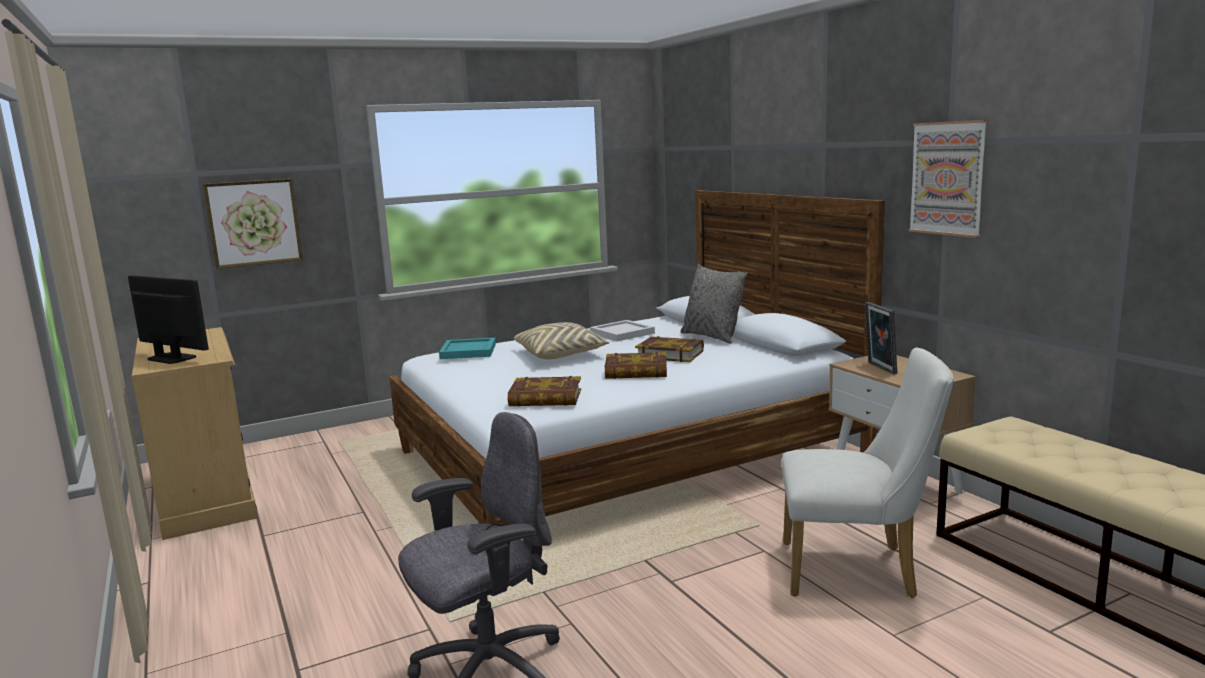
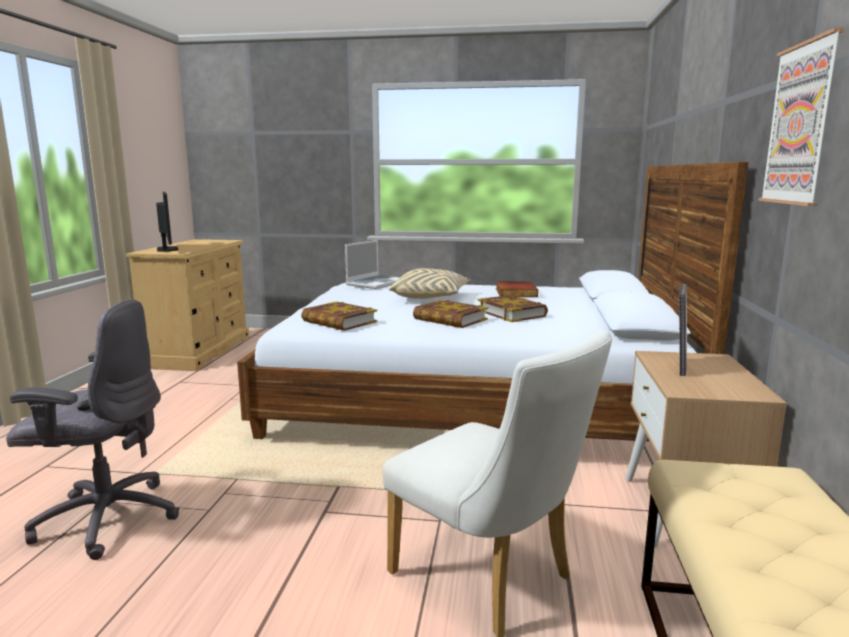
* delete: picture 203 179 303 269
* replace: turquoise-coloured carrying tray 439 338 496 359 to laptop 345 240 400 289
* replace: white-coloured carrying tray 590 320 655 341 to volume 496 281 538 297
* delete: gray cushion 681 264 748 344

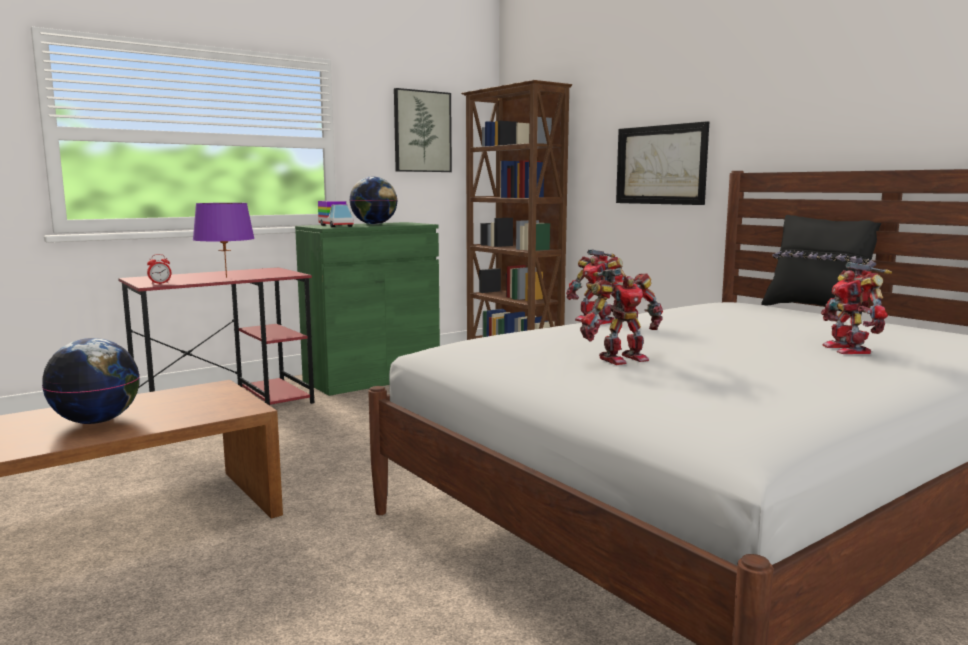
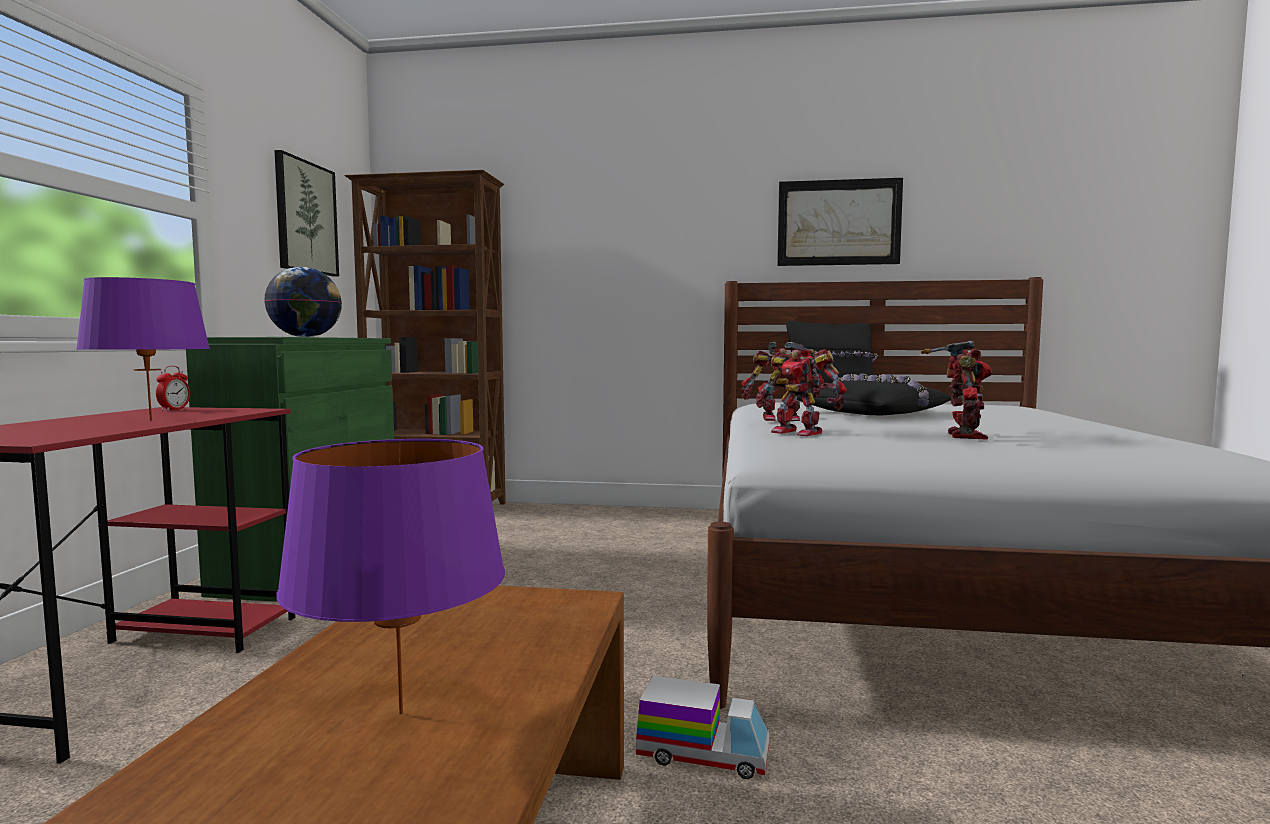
* replace: globe 42 338 140 424 to purplish lamp for a table 276 439 505 715
* move: alarm clock 147 254 171 284 to 156 366 190 411
* move: toy truck 318 201 354 227 to 636 676 770 779
* move: picture 616 121 709 205 to 777 178 903 266
* move: toy robot 821 262 892 354 to 756 342 847 436
* insert: black cushion 796 373 951 415

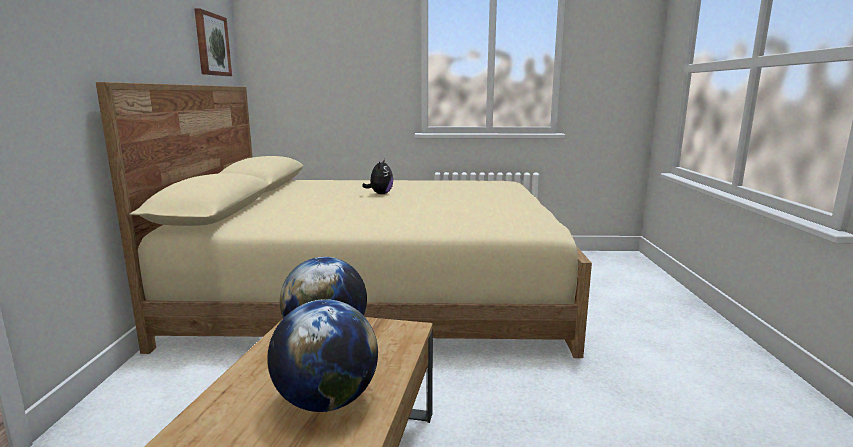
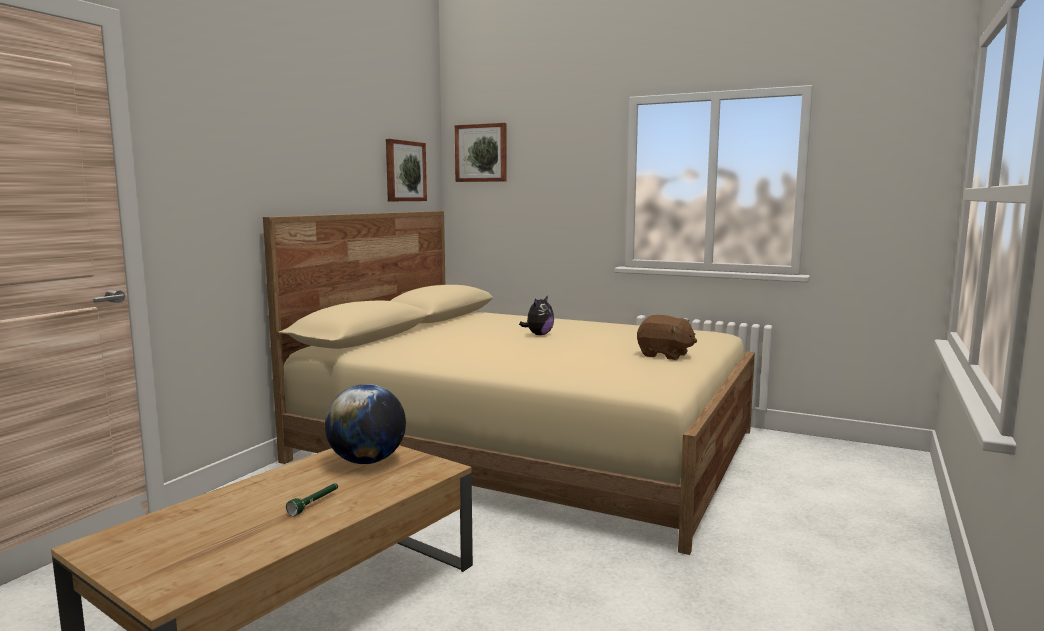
* replace: globe 267 299 378 412 to greenish hand torch 286 483 338 516
* insert: picture 455 123 507 182
* insert: brown soft toy 637 315 697 360

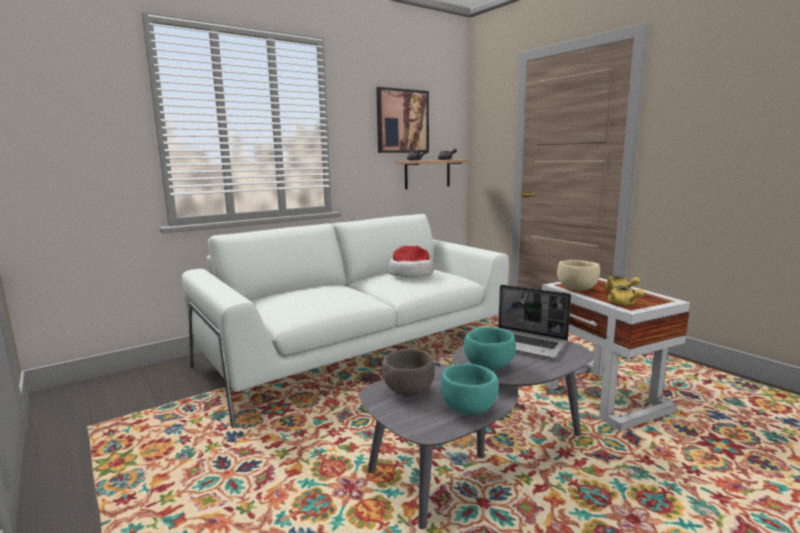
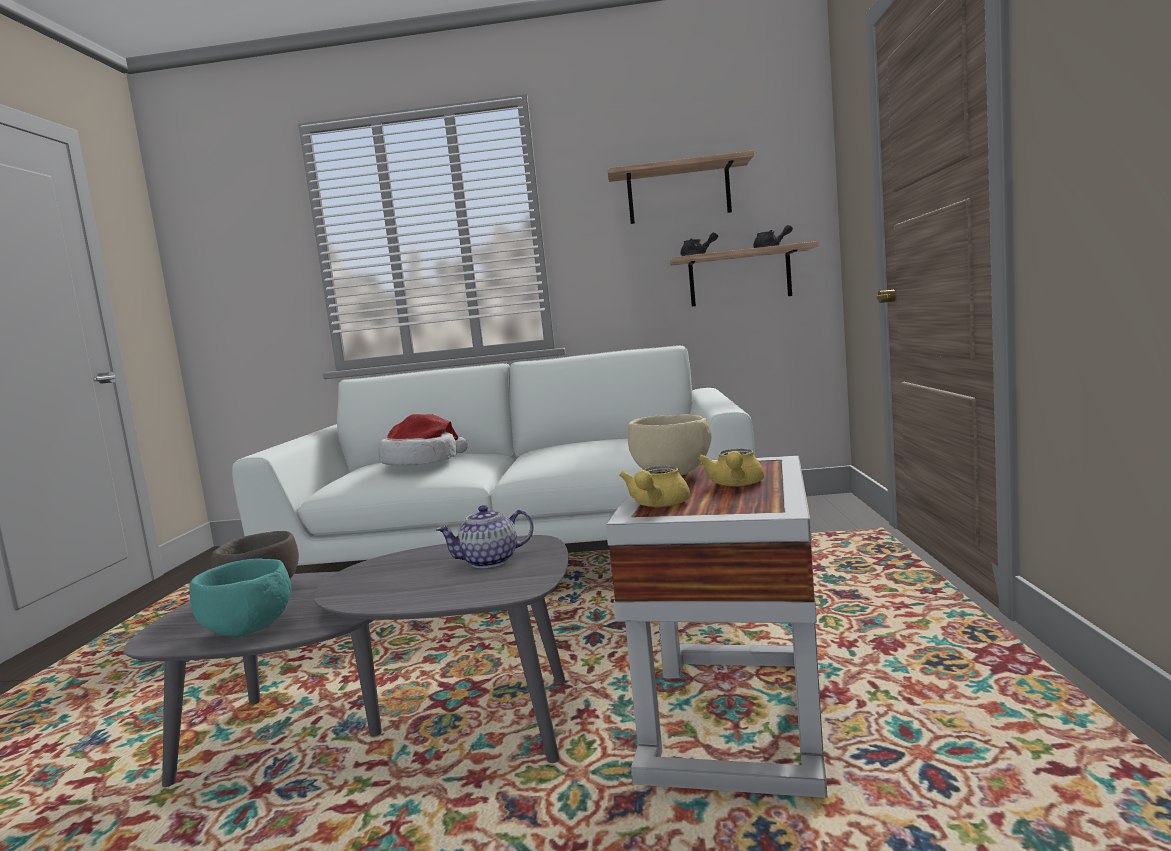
* replace: picture 376 87 429 153 to shelf 607 151 754 224
* move: hat 388 246 433 277 to 379 414 468 465
* delete: turquoise-coloured bowl 464 327 516 371
* replace: laptop 498 285 571 359 to tea pot 435 505 534 568

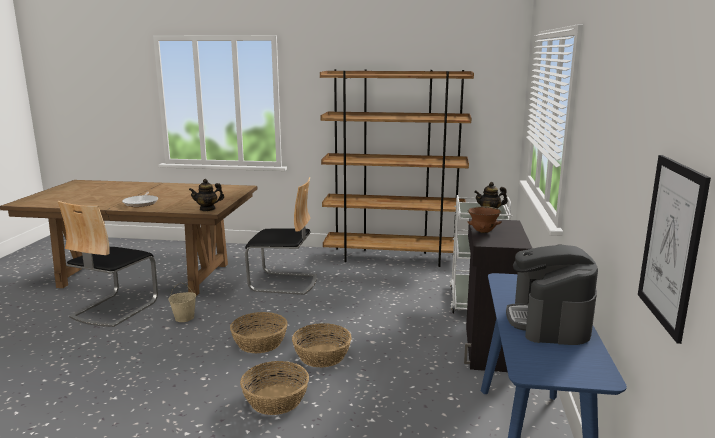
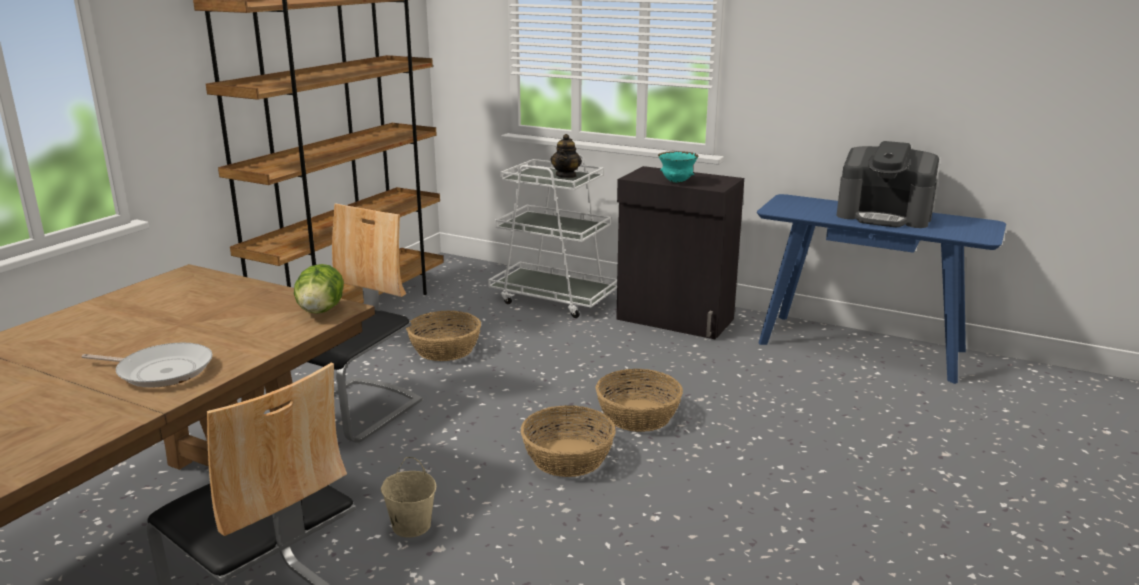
* replace: tea pot 189 179 224 211 to head of lettuce 294 264 344 314
* move: basket 240 361 309 415 to 406 310 481 361
* recolor: brown bowl 468 206 502 233 to turquoise-coloured bowl 658 151 698 183
* delete: picture 638 155 711 344

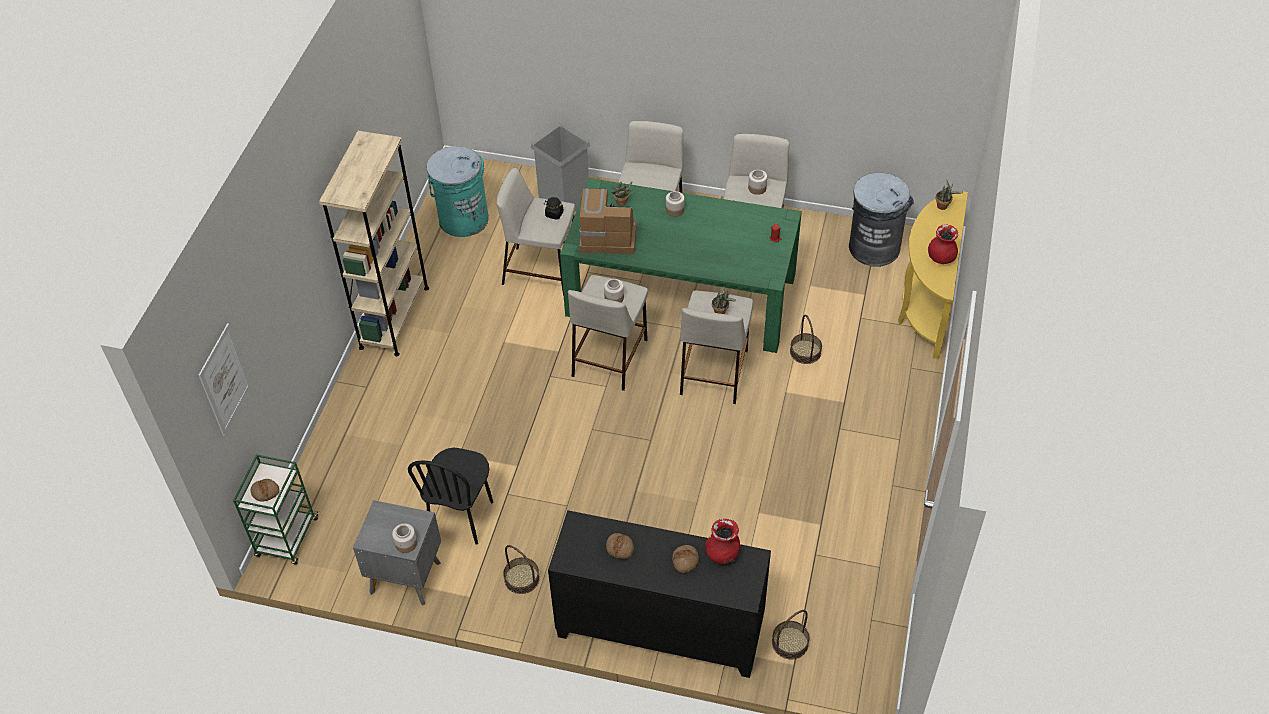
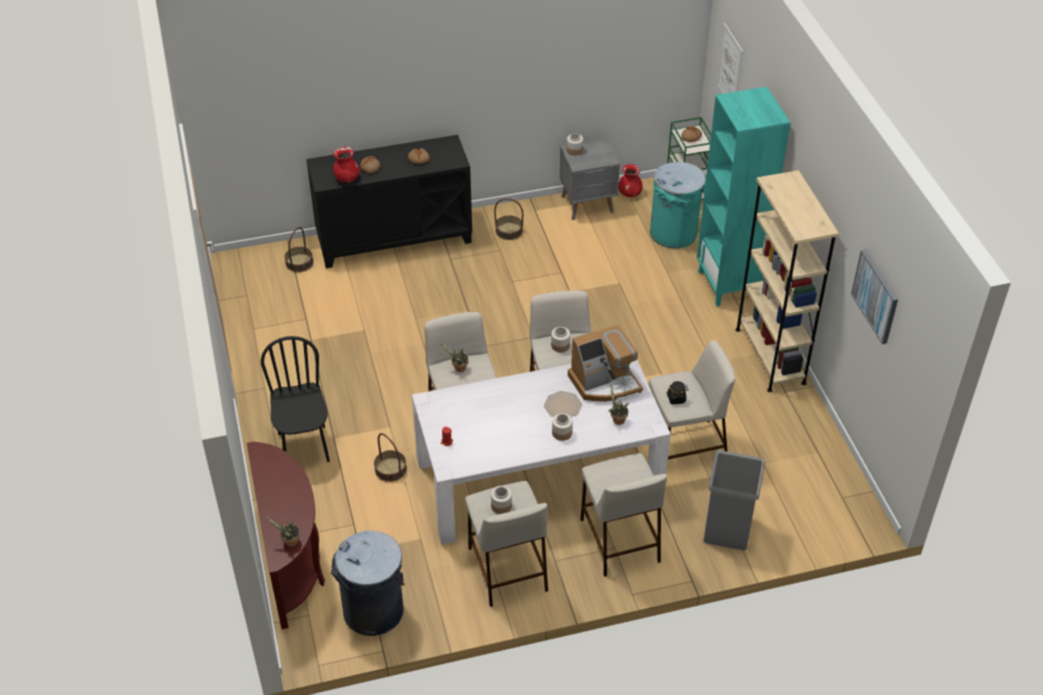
* move: black plain chair 408 448 493 545 to 261 336 330 462
* move: turquoise-coloured waste bin 426 146 489 237 to 650 162 706 248
* recolor: greenish dinner table 560 178 802 353 to white-coloured dinner table 412 360 671 545
* recolor: yellow narrow table 898 191 968 359 to brown narrow table 247 442 325 629
* move: red flower vase 928 224 958 264 to 619 164 643 197
* insert: plate 544 391 582 417
* insert: turquoise-coloured shelving unit 697 87 791 307
* insert: picture 851 250 898 344

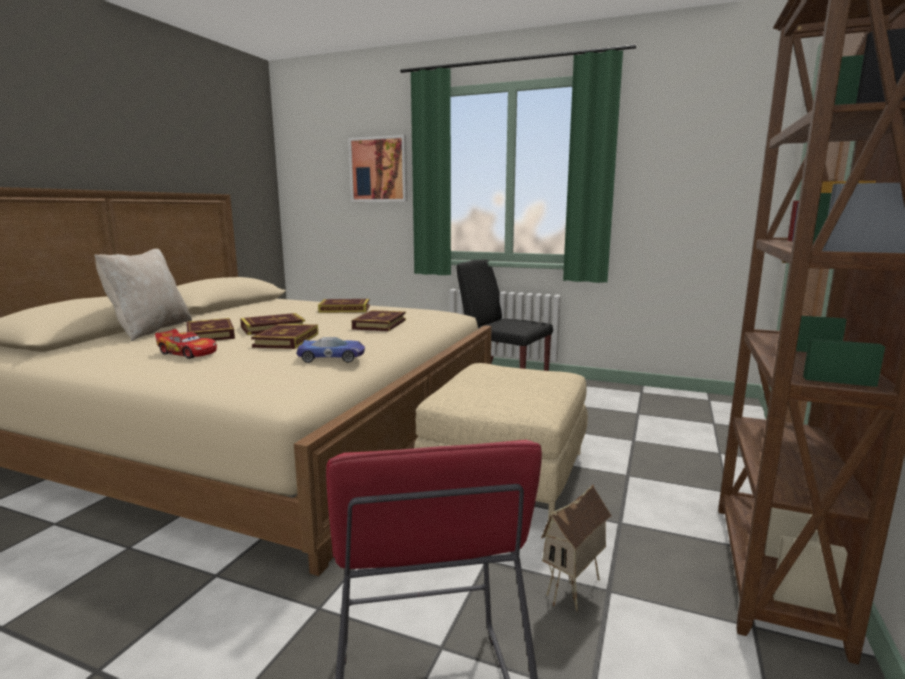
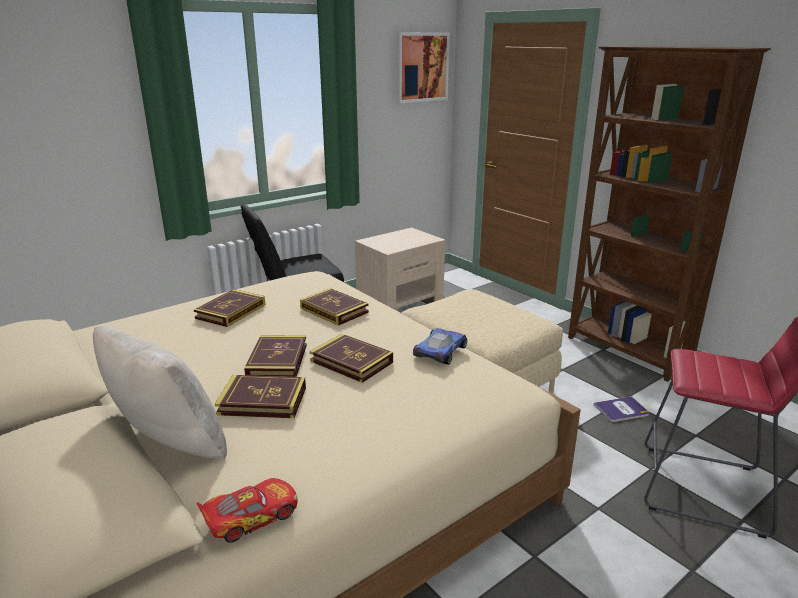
* move: model car 155 329 217 359 to 197 478 298 543
* move: picture 348 135 408 202 to 397 32 450 104
* replace: toy house 541 485 612 611 to volume 594 396 649 422
* insert: beige-coloured night table 355 227 445 310

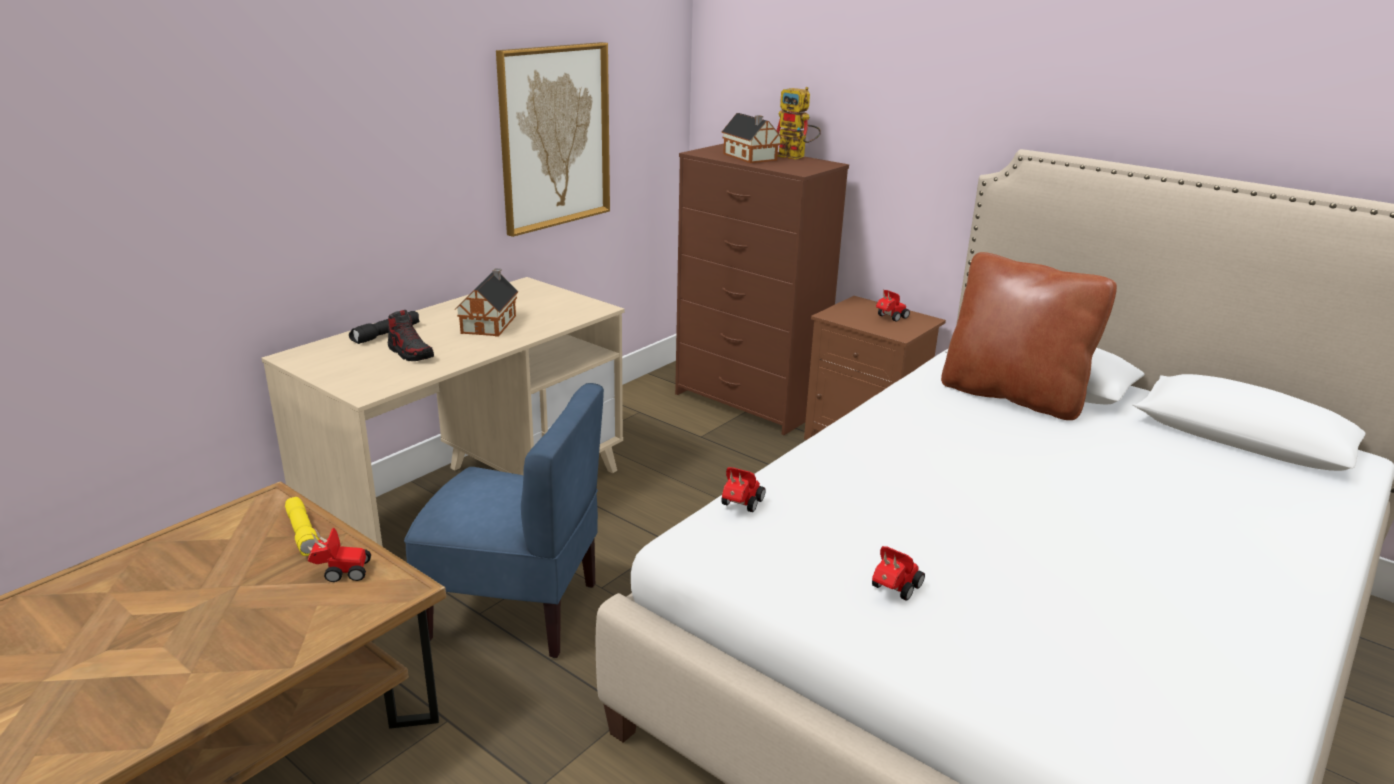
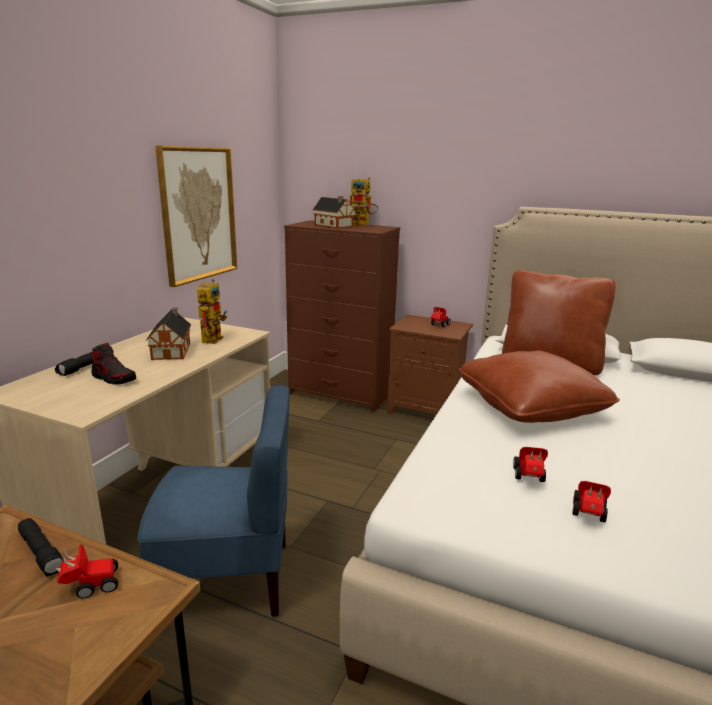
* recolor: yellow hand torch 285 497 320 556 to black hand torch 18 518 63 577
* move: model car 721 467 766 512 to 513 447 548 482
* insert: toy robot 197 278 227 344
* insert: brown cushion 459 351 620 423

